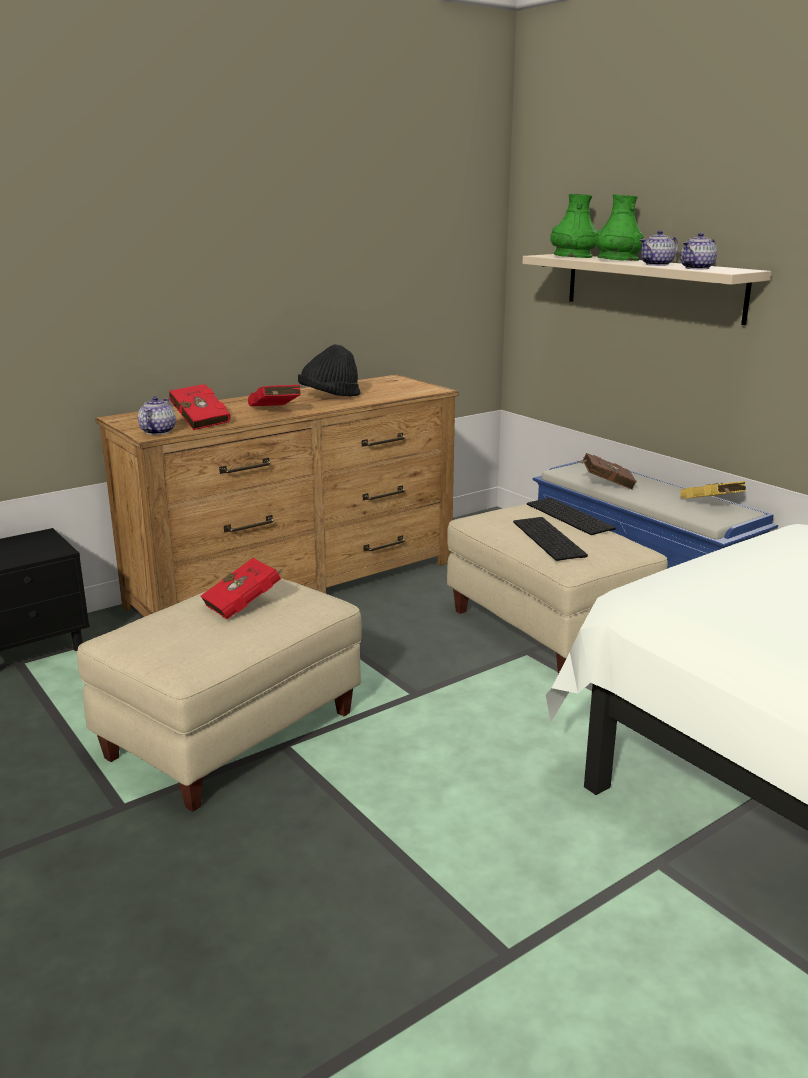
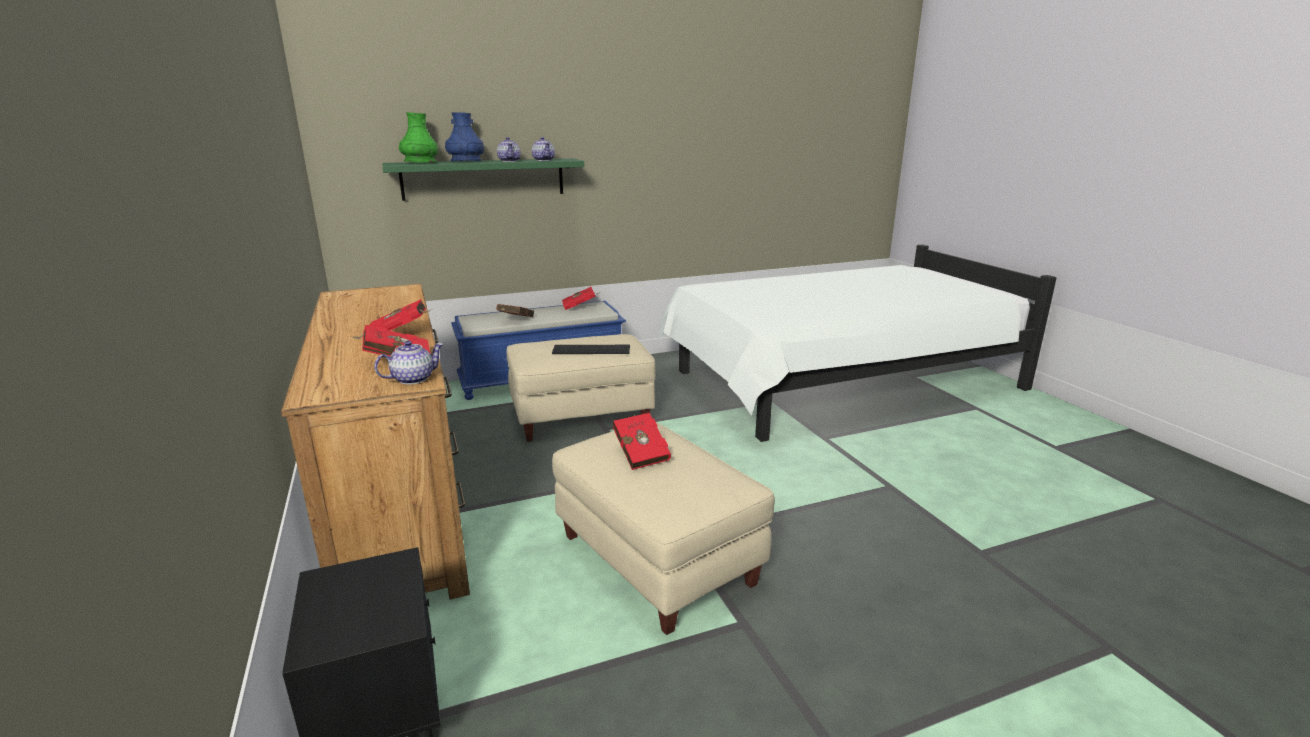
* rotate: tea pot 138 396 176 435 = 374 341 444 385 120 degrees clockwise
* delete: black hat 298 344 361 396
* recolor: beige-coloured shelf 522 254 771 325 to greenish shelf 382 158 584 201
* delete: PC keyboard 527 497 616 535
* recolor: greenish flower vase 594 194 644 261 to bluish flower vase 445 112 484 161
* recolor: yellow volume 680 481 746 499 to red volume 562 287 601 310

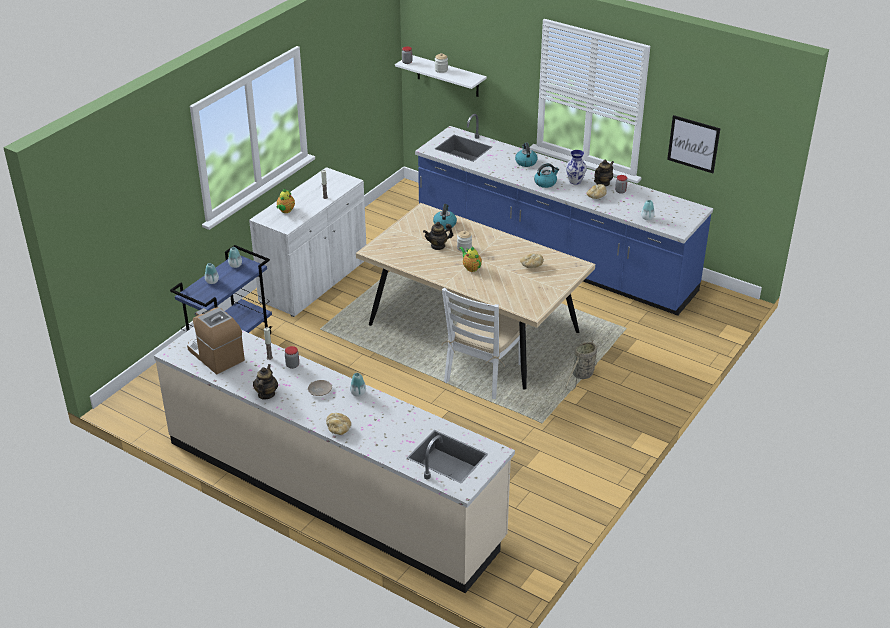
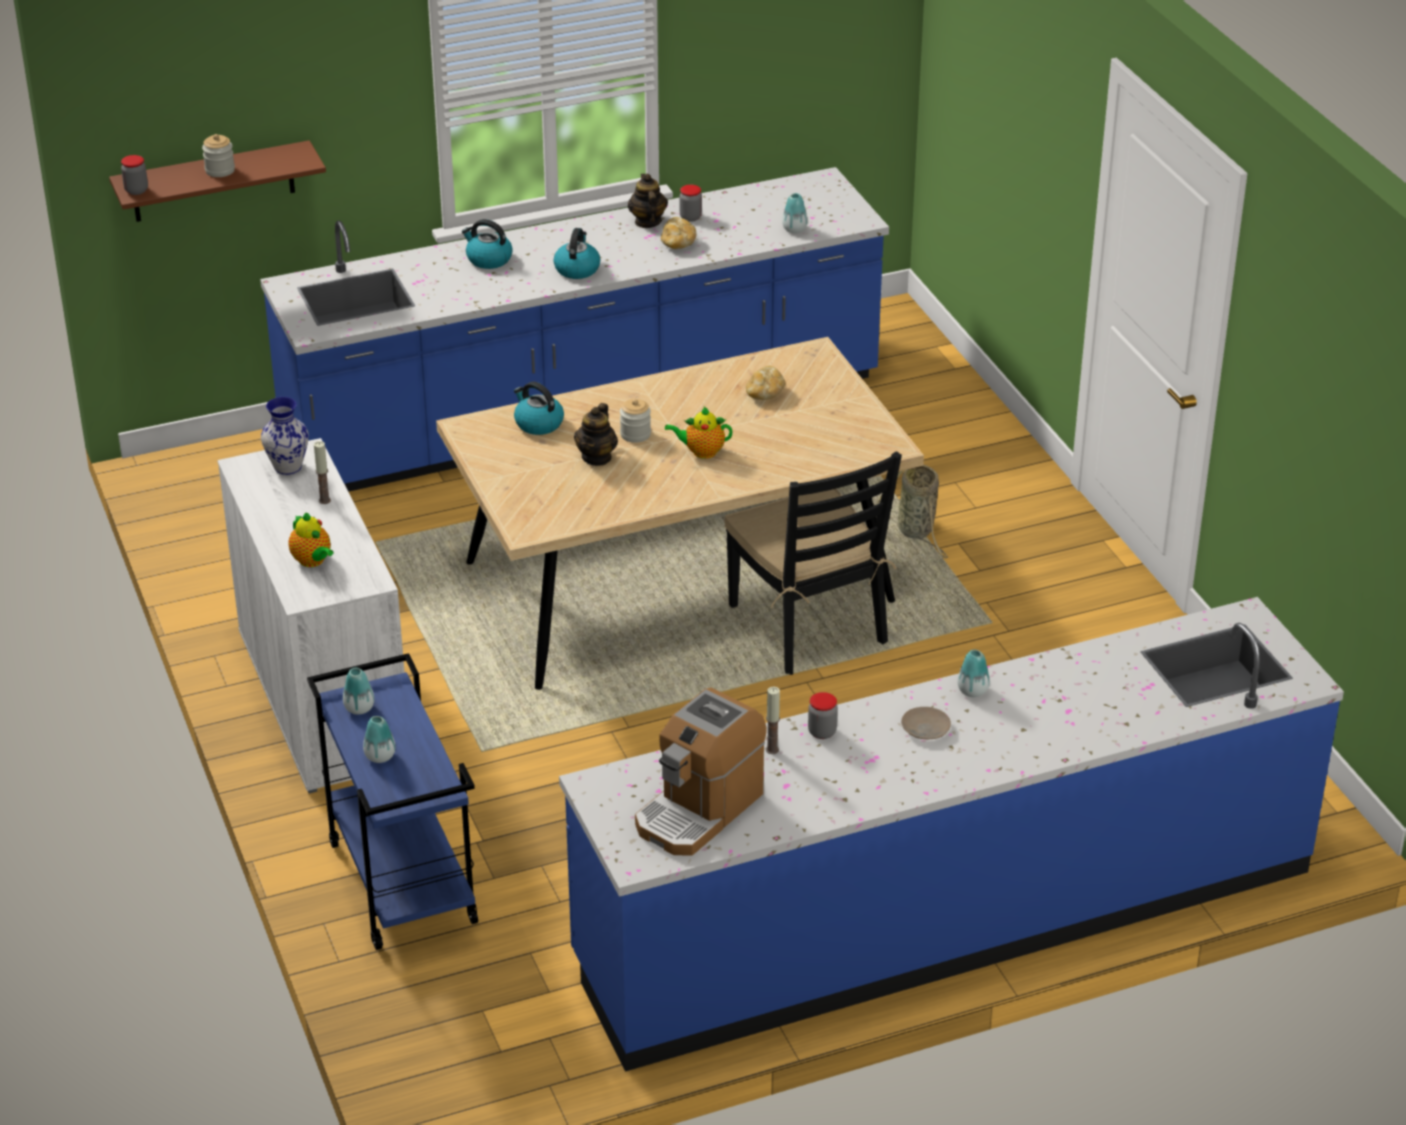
* recolor: beige-coloured kitchen base unit 154 327 515 593 to bluish kitchen base unit 559 597 1344 1072
* rotate: coffee machine 187 307 245 374 = 635 687 767 856 45 degrees counterclockwise
* delete: tea pot 253 364 278 400
* delete: bakery bread 326 413 351 435
* recolor: white-coloured shelf 395 55 487 97 to brown shelf 109 140 326 222
* recolor: white-coloured plain chair 441 288 527 399 to black plain chair 724 451 902 675
* move: flower vase 566 150 587 185 to 261 397 309 475
* delete: picture 667 115 721 173

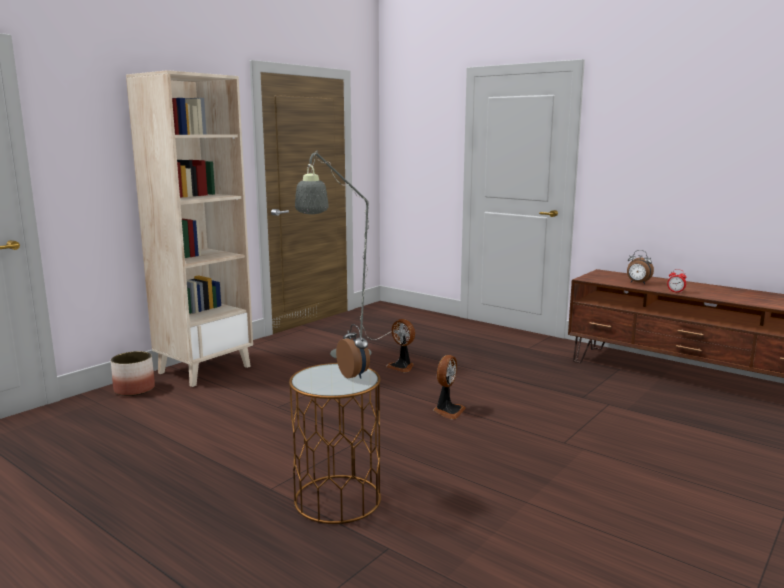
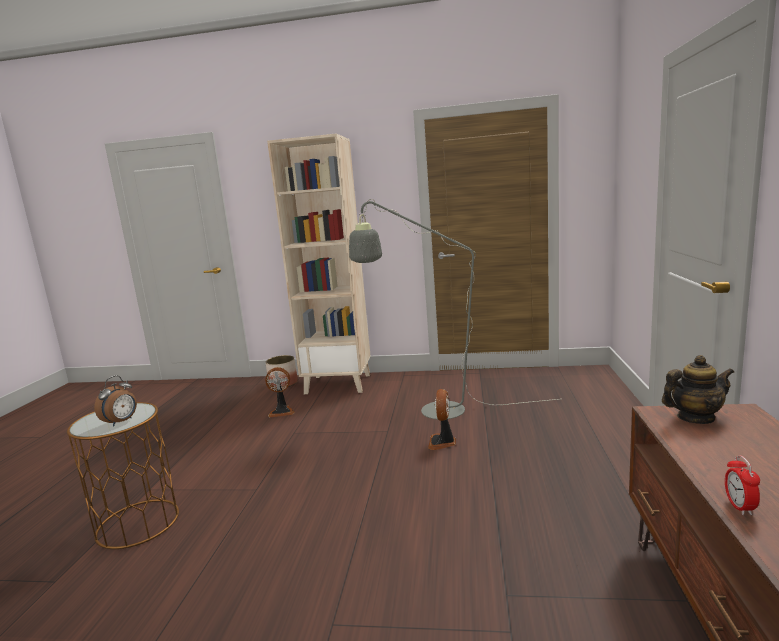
* move: cooling fan 434 355 466 419 to 265 367 295 417
* delete: alarm clock 627 250 654 284
* insert: tea pot 662 355 734 424

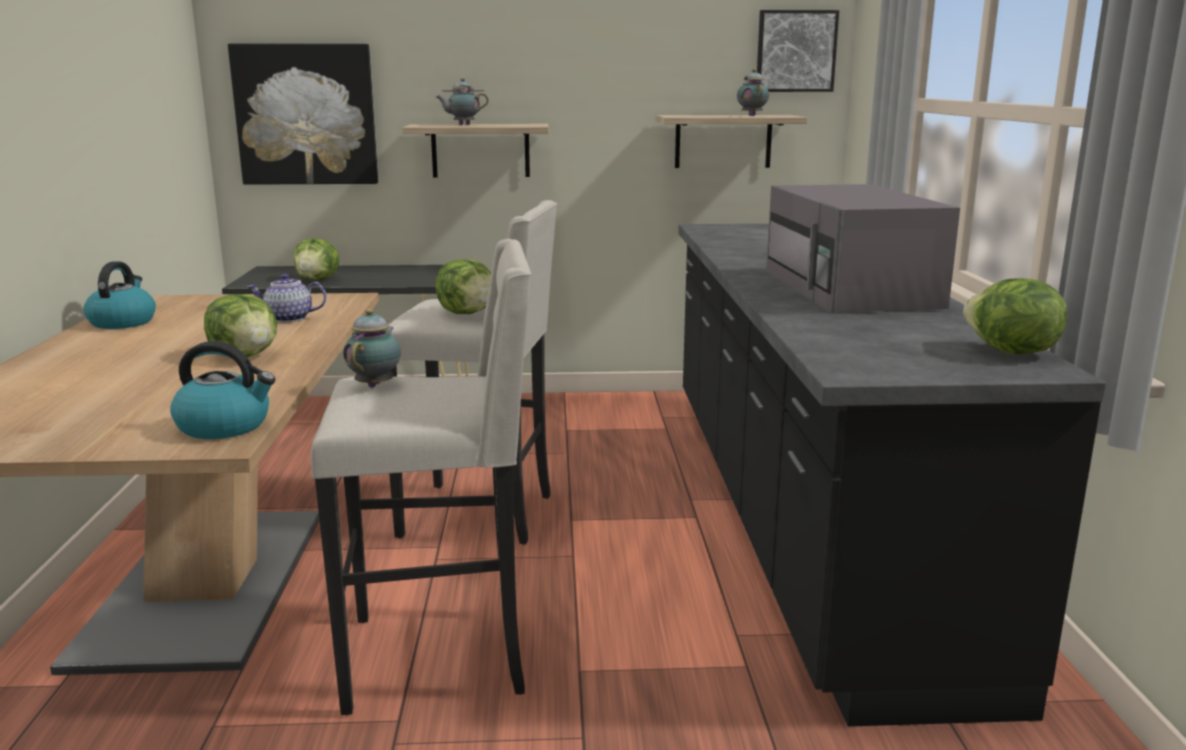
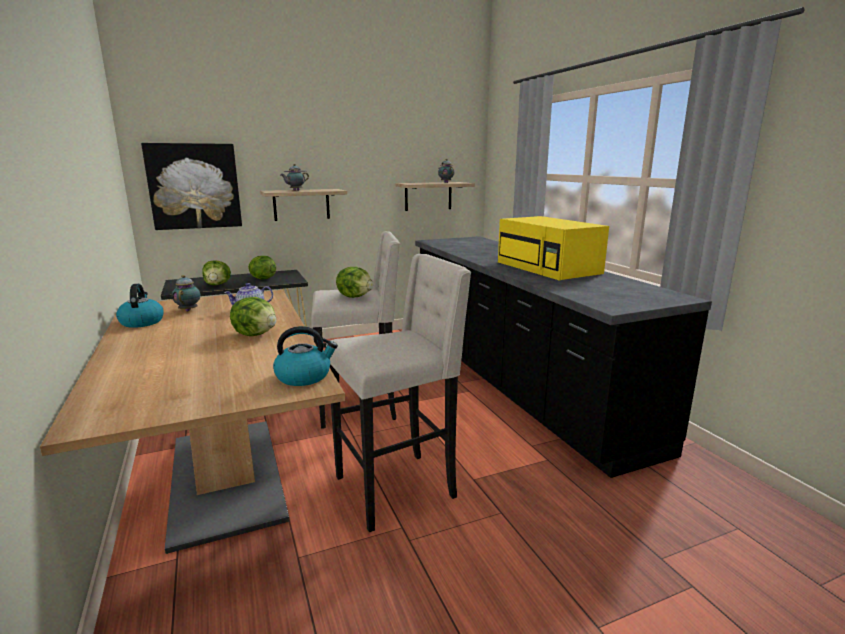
* move: tea pot 343 309 401 388 to 172 275 201 312
* delete: picture 757 10 839 92
* recolor: gray kitchen microwave 766 184 960 314 to yellow kitchen microwave 498 216 609 281
* move: head of lettuce 963 278 1067 354 to 248 256 276 279

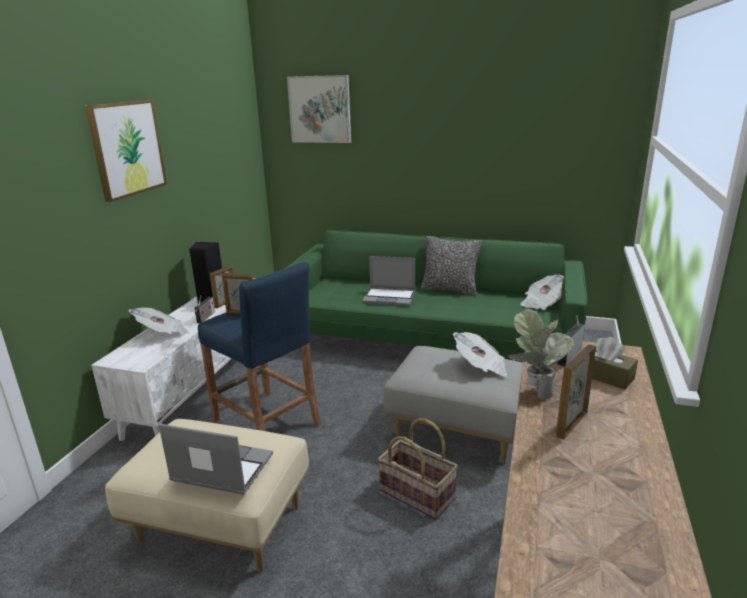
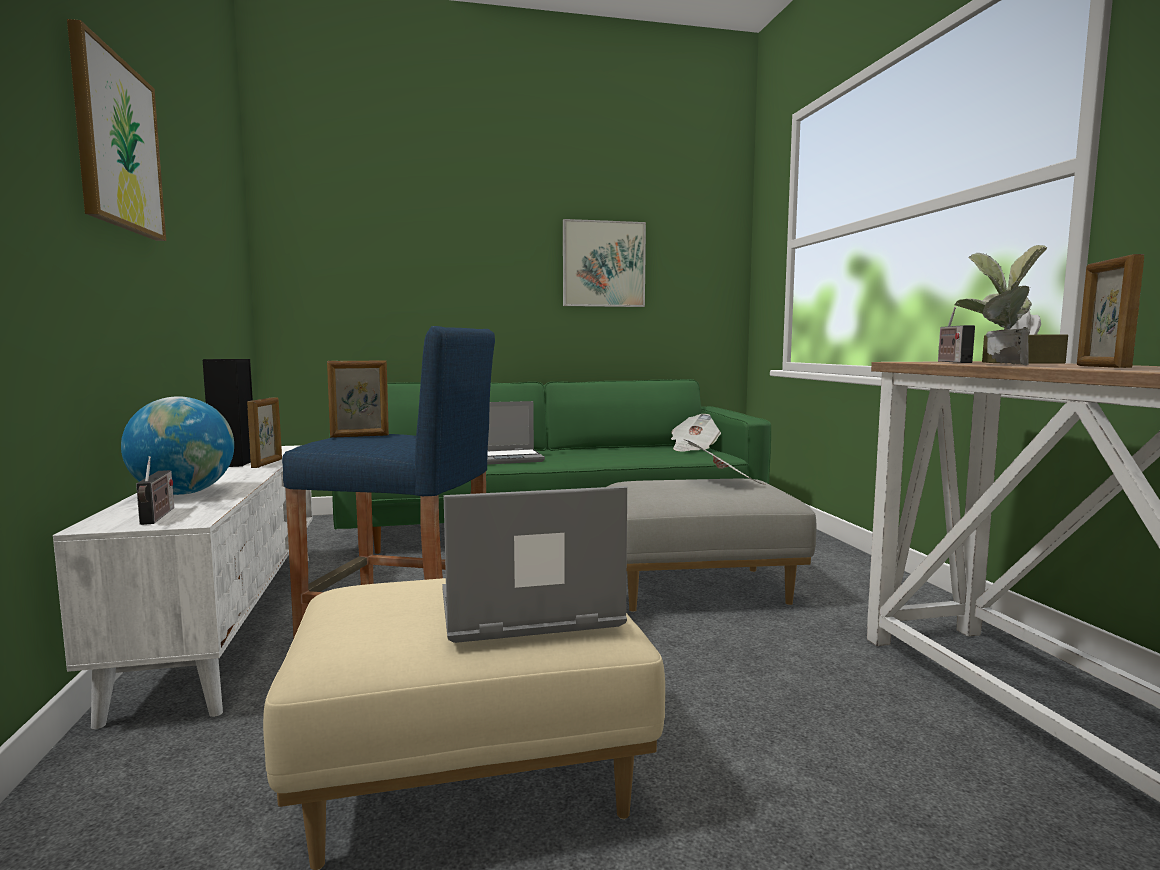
* replace: printed paper 128 308 189 334 to globe 121 396 234 495
* move: radio set 195 295 215 323 to 136 456 174 525
* move: picture 287 75 351 143 to 563 219 646 307
* delete: basket 378 418 458 520
* delete: cushion 421 236 482 296

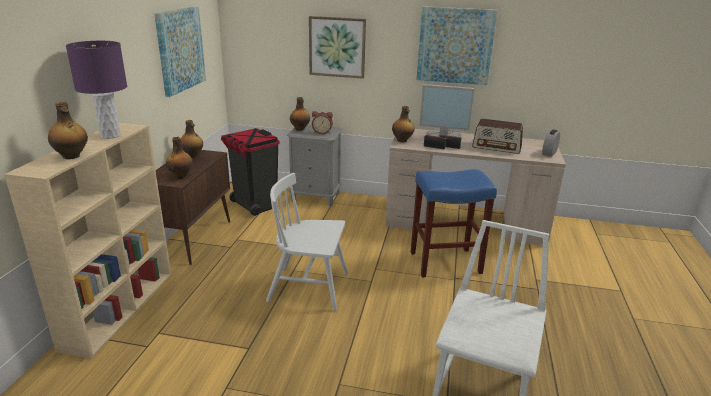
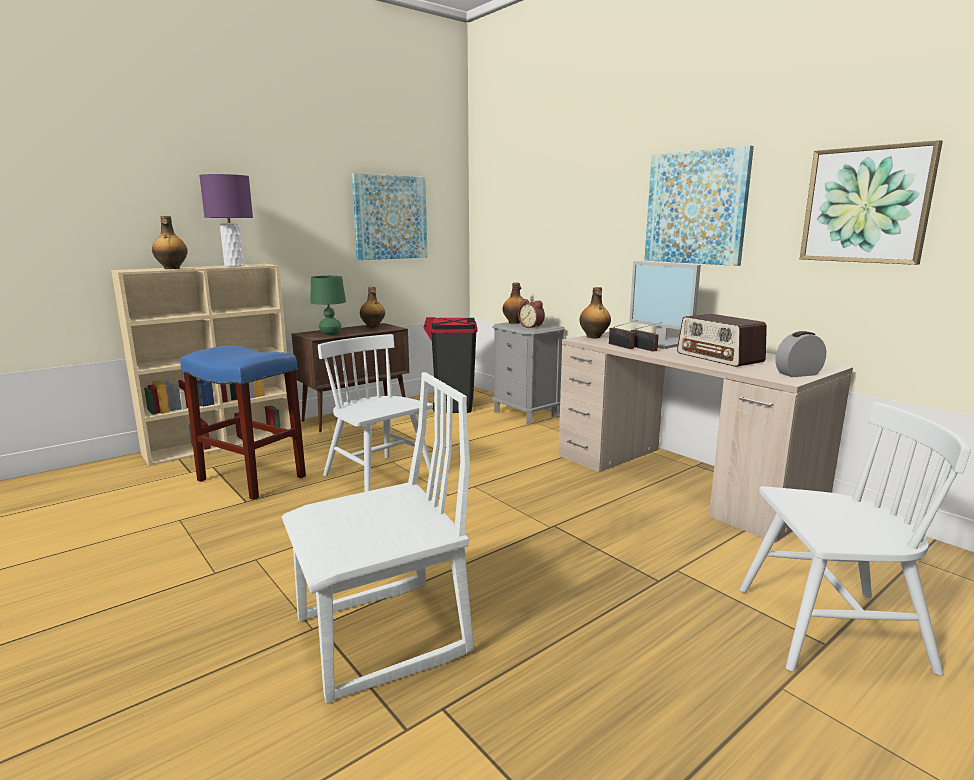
* replace: beverage bottle 166 137 193 179 to greenish lamp for a table 310 276 346 336
* move: picture 309 16 366 79 to 800 140 943 265
* move: bluish stool seat 410 169 497 278 to 180 345 306 500
* insert: white-coloured plain chair 740 402 971 675

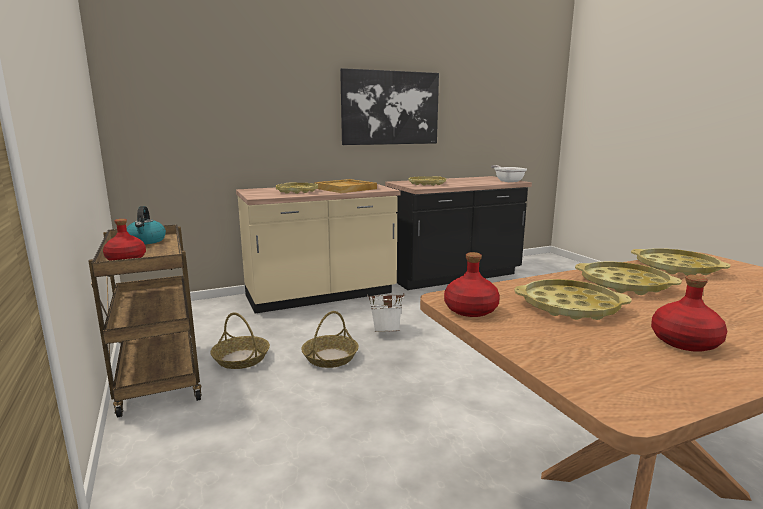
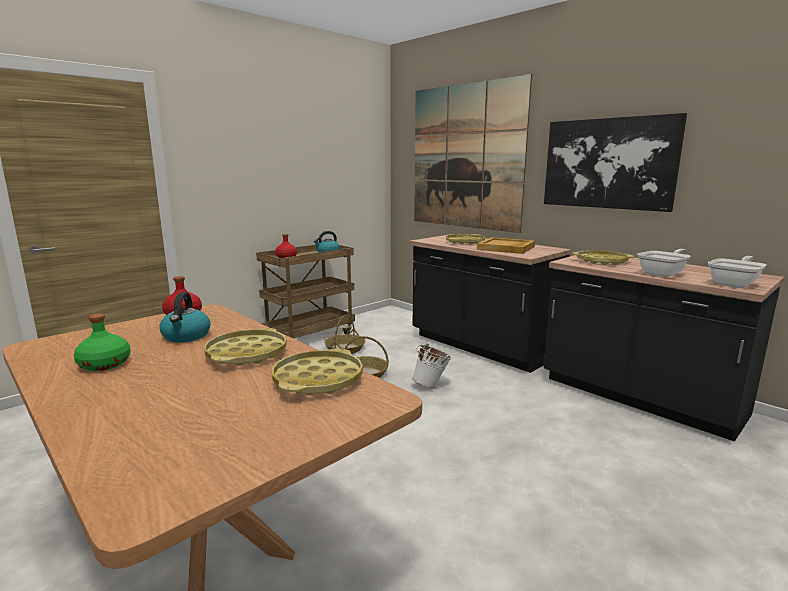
* recolor: beige-coloured kitchen base unit 236 184 400 314 to black kitchen base unit 410 234 571 373
* replace: yellow carrying tray 514 279 632 320 to water kettle 159 292 211 342
* recolor: red beverage bottle 651 275 727 352 to greenish beverage bottle 74 313 131 371
* insert: picture 414 74 532 233
* insert: skillet 637 249 691 277

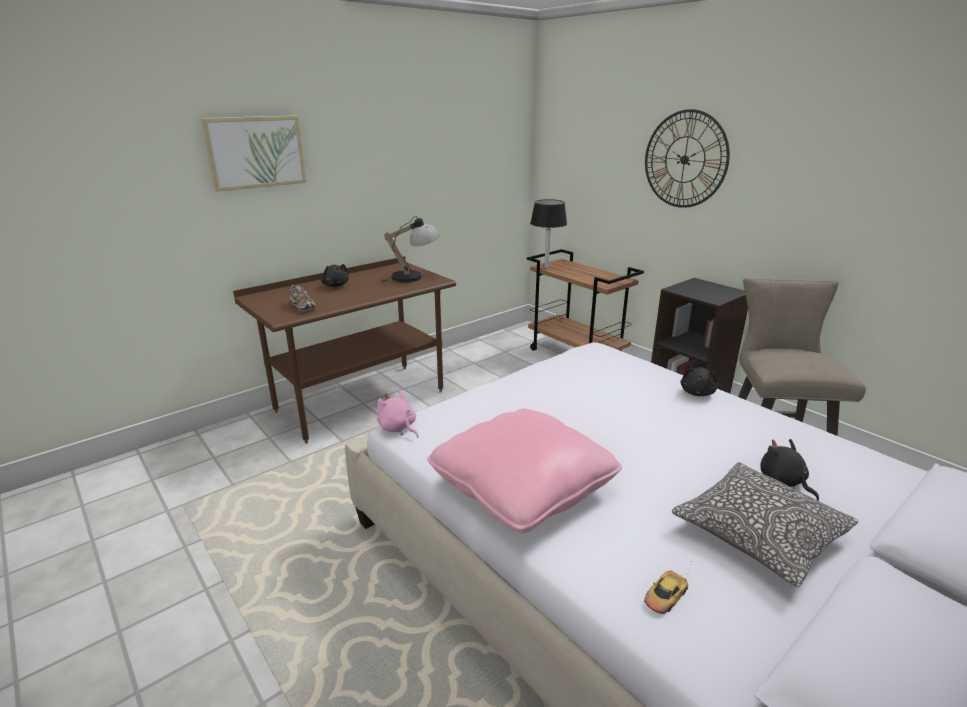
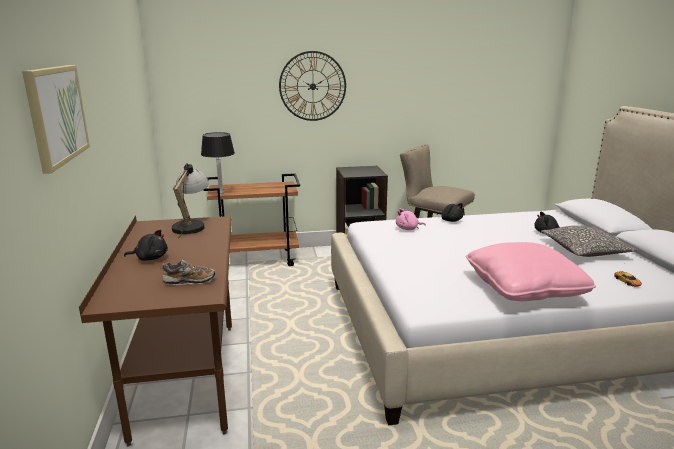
* move: pinkish soft toy 377 390 418 438 to 396 208 426 230

